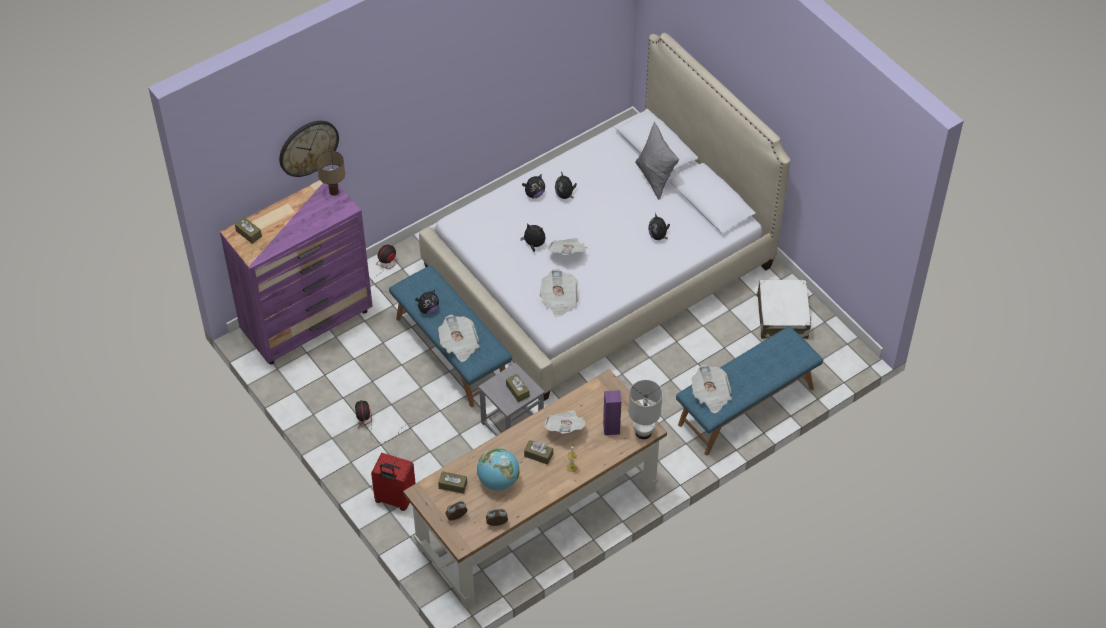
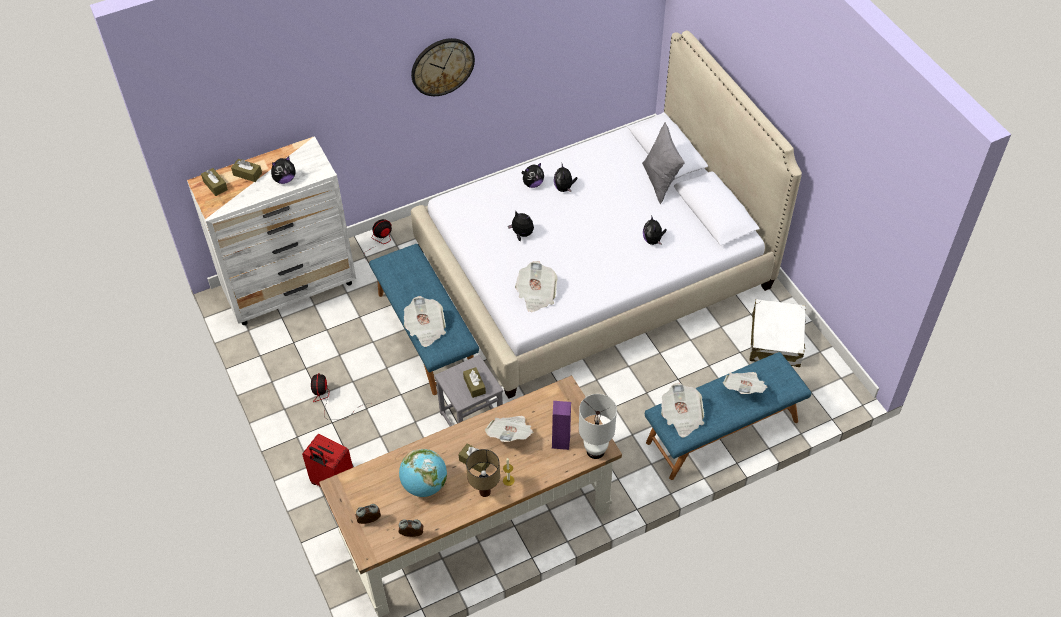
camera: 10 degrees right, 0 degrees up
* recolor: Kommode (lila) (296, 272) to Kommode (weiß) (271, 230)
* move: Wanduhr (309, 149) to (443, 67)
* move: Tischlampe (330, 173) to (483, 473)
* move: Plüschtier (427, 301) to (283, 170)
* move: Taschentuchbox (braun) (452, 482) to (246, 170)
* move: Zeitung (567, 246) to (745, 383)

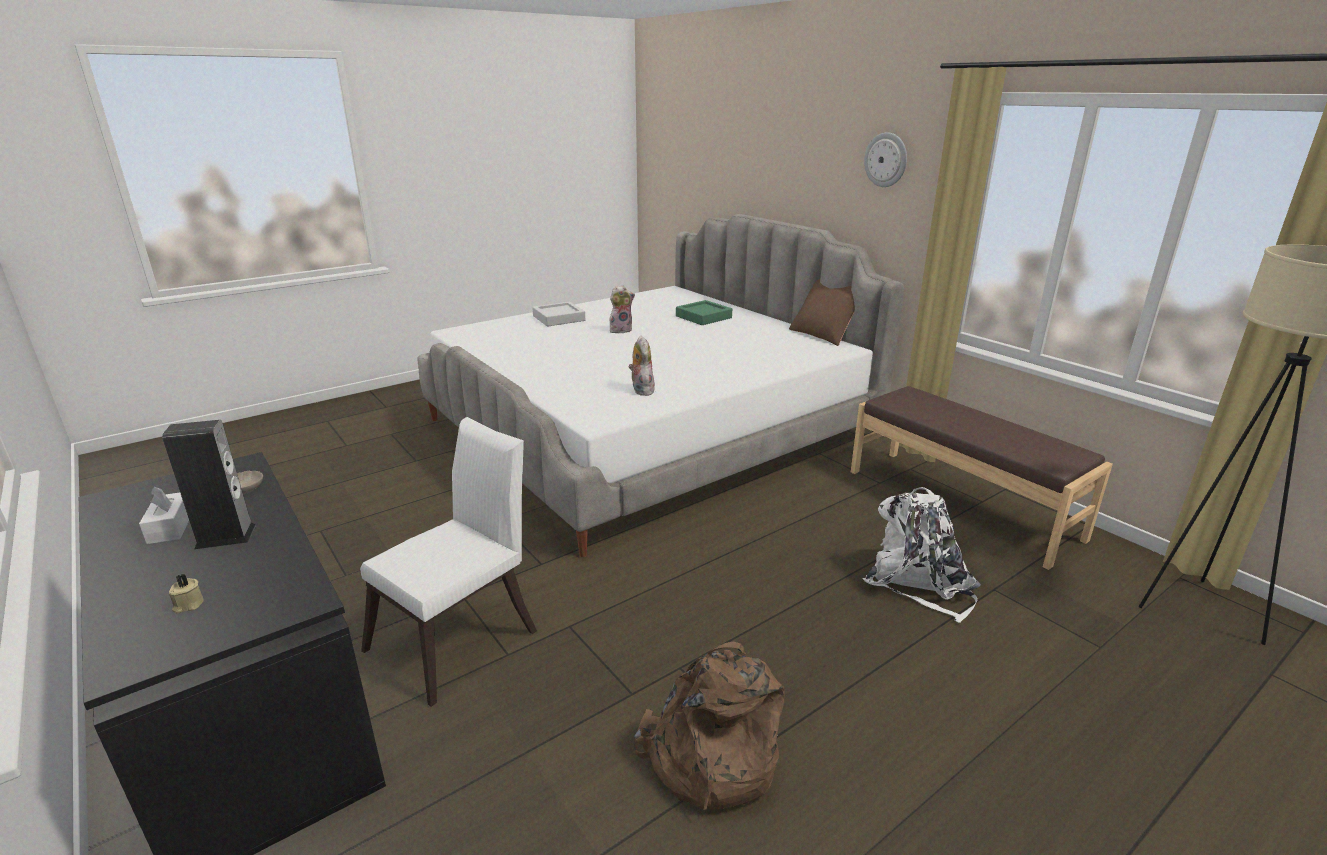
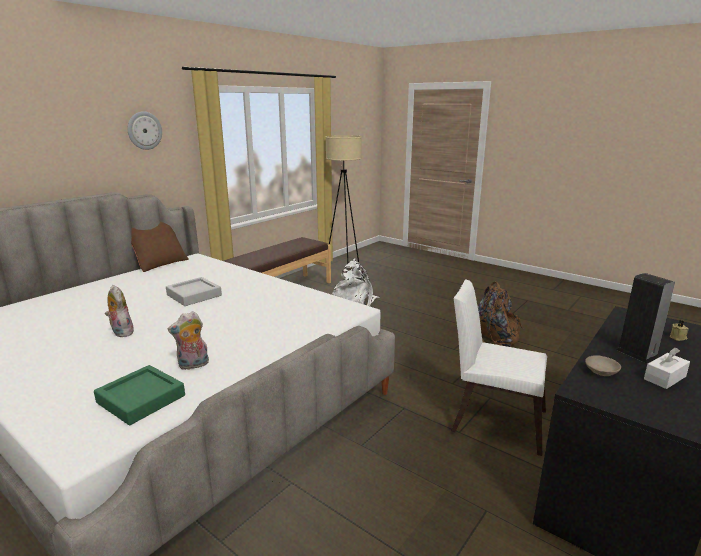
camera: 105 degrees left, 5 degrees down
* move: Tablett (grau) (558, 314) to (194, 291)
* move: Plüschtier (642, 365) to (188, 340)
* move: Tablett (grün) (704, 312) to (139, 395)

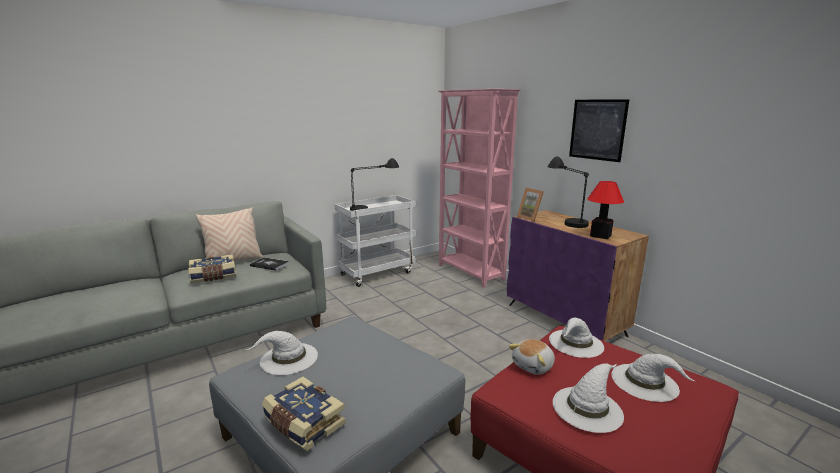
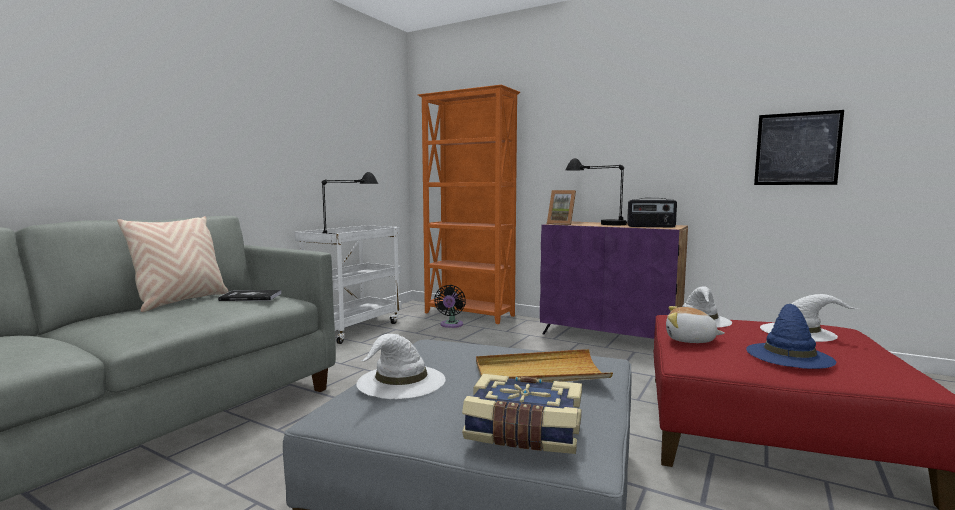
camera: 25 degrees left, 10 degrees down
* delete: Buch (212, 269)
* recolor: Bücherregal (rosa) (480, 188) to Bücherregal (orange) (469, 204)
* rotate: Plüschtier (532, 357) = (695, 324) 90 degrees clockwise
* recolor: Hut (weiß) (588, 398) to Hut (blau) (791, 336)
* move: Bild (599, 130) to (799, 147)
* replace: Tischlampe (606, 210) to Radio (652, 212)
* insert: Ventilator (schwarz) (450, 306)
* insert: Tablett (beige) (544, 366)

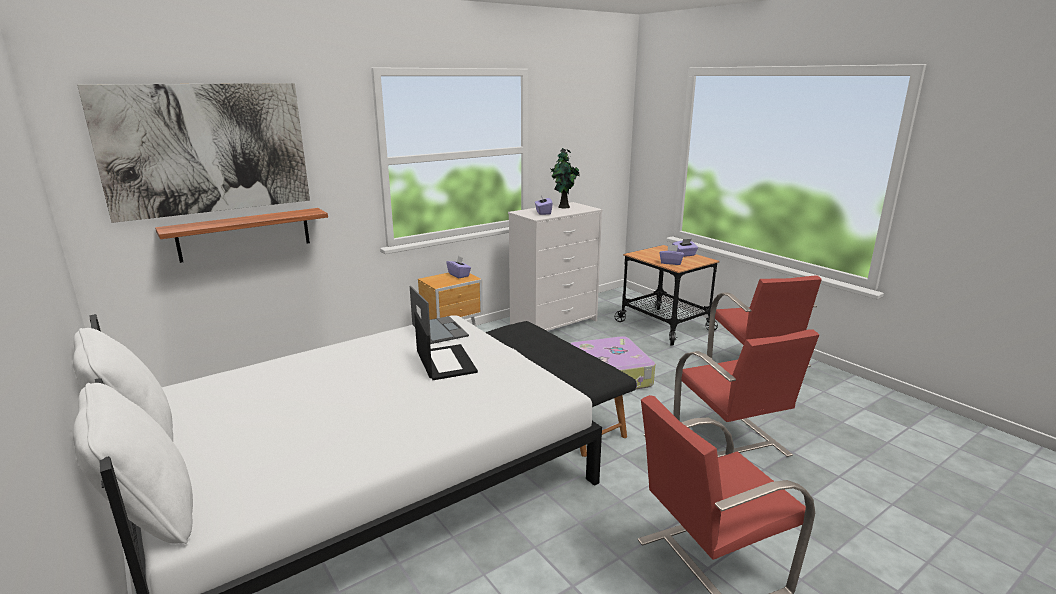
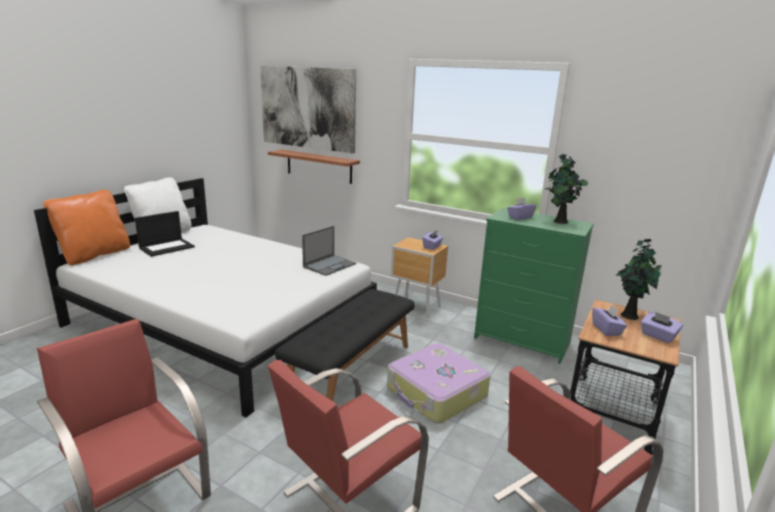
camera: 65 degrees right, 0 degrees up
* recolor: Kissen (weiß) (133, 463) to Kissen (orange) (86, 228)
* move: Laptop (446, 345) to (165, 234)
* recolor: Kommode (weiß) (555, 266) to Kommode (grün) (534, 286)
* insert: Topfpflanze (639, 279)

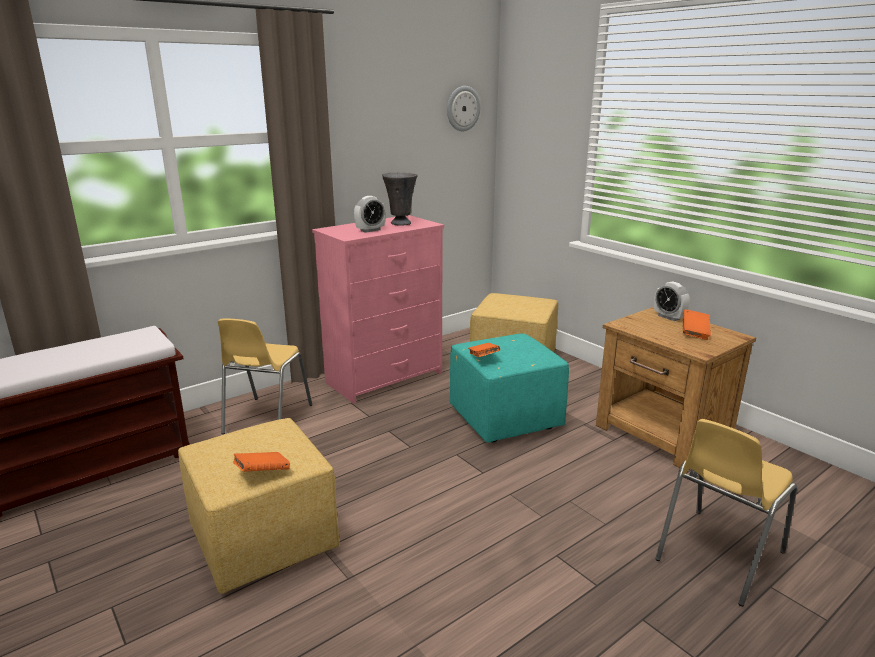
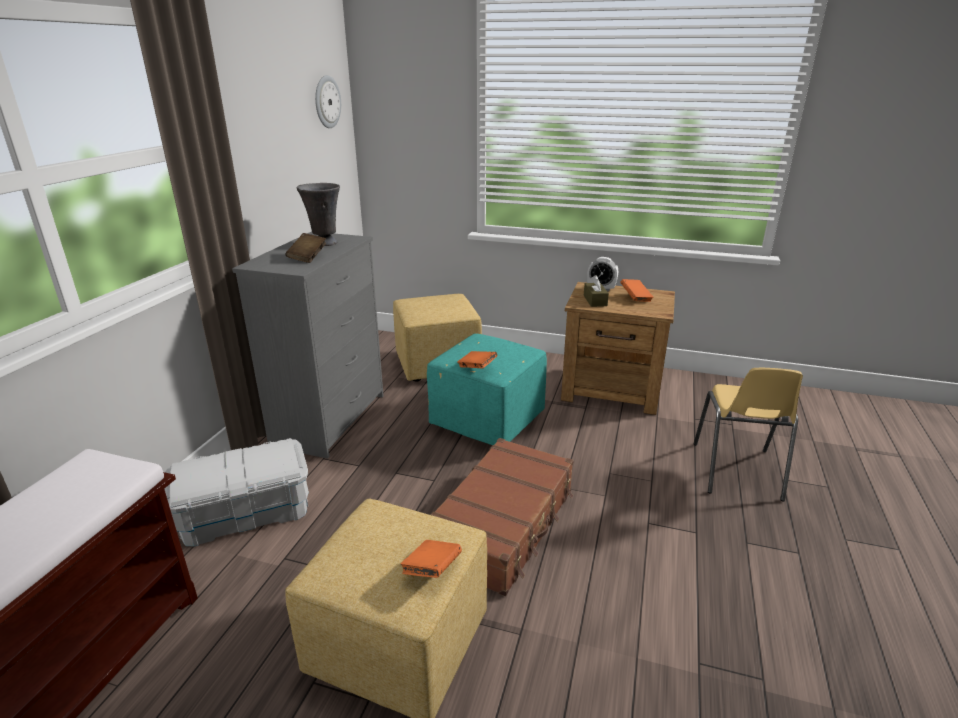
camera: 35 degrees left, 5 degrees up
* replace: Stuhl (gelb) (265, 376) to Aufbewahrungsbox (weiß) (237, 492)
* recolor: Kommode (rosa) (378, 309) to Kommode (grau) (308, 345)
* replace: Wecker (369, 214) to Buch (braun) (306, 248)
* insert: Koffer (braun) (502, 517)
* insert: Taschentuchbox (braun) (596, 291)

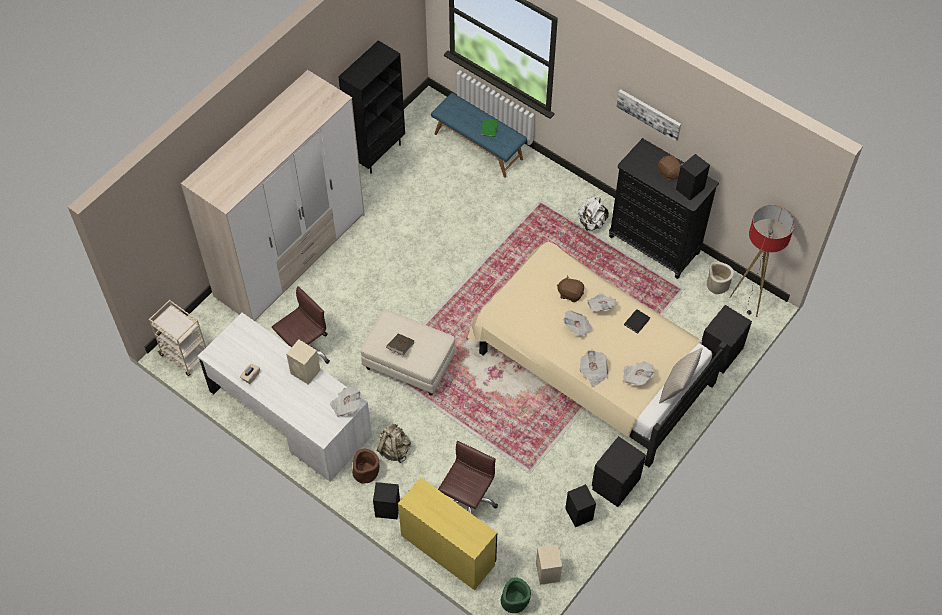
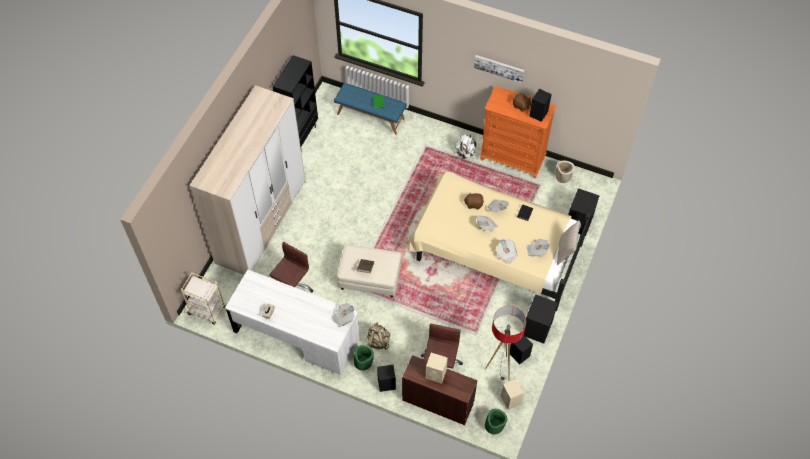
camera: 15 degrees left, 0 degrees up
* move: Lautsprecher (beige) (303, 362) to (437, 368)
* recolor: Pflanzkübel (braun) (365, 466) to Pflanzkübel (grün) (364, 358)
* recolor: Schreibtisch (gelb) (447, 533) to Schreibtisch (braun) (439, 390)
* recolor: Kommode (schwarz) (664, 208) to Kommode (orange) (518, 132)
* move: Stehlampe (762, 261) to (505, 343)

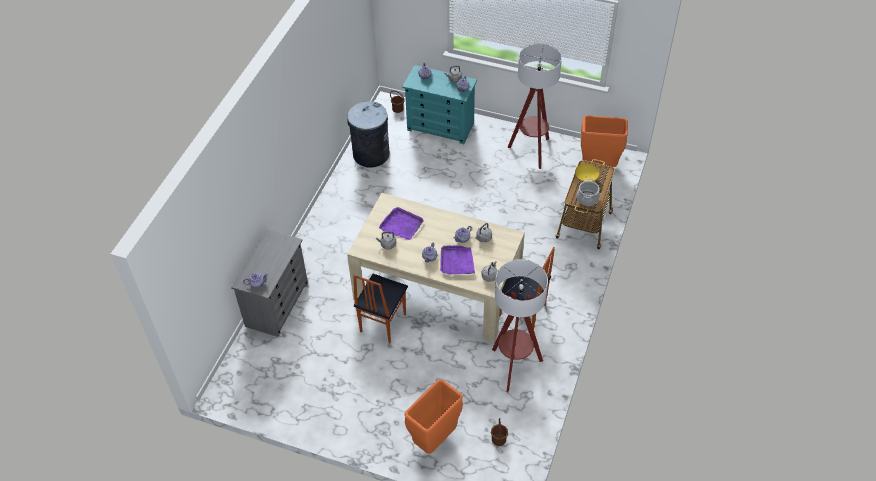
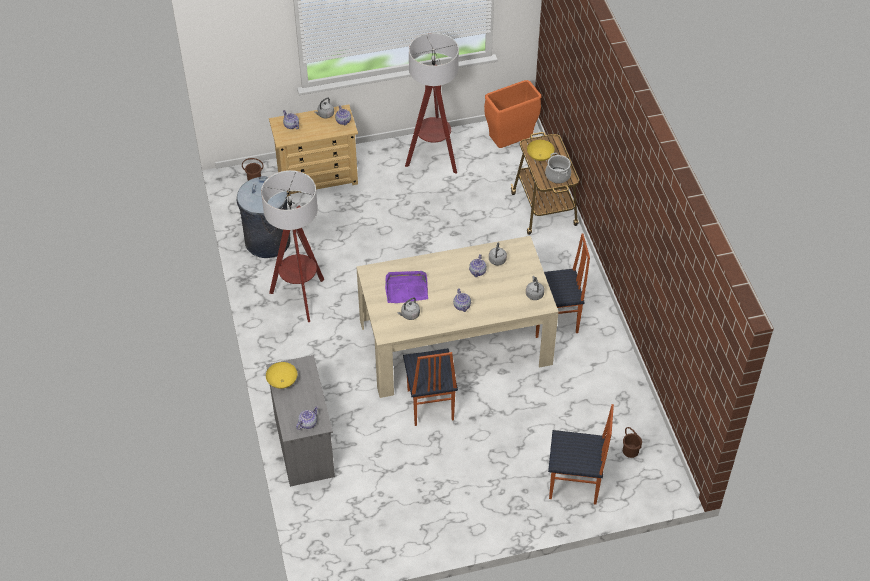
camera: 35 degrees left, 0 degrees up
* recolor: Kommode (türkis) (439, 104) to Kommode (beige) (313, 150)
* replace: Mülleimer (orange) (433, 416) to Stuhl (581, 454)
* delete: Tablett (lila) (457, 260)
* move: Stehlampe (520, 325) to (292, 246)
* insert: Schüssel (gelb) (281, 375)

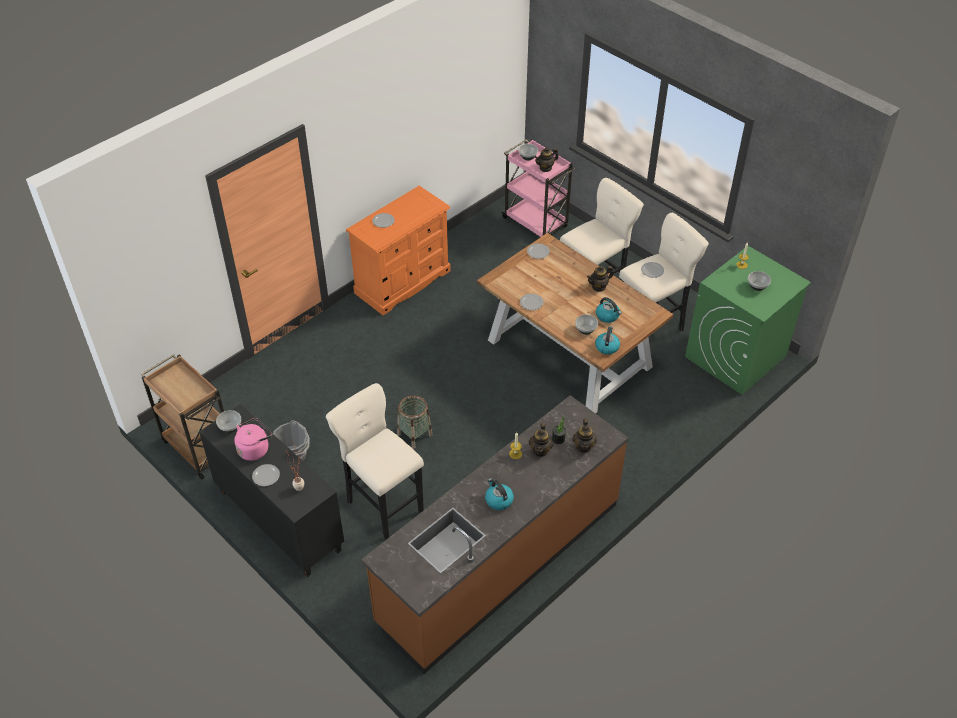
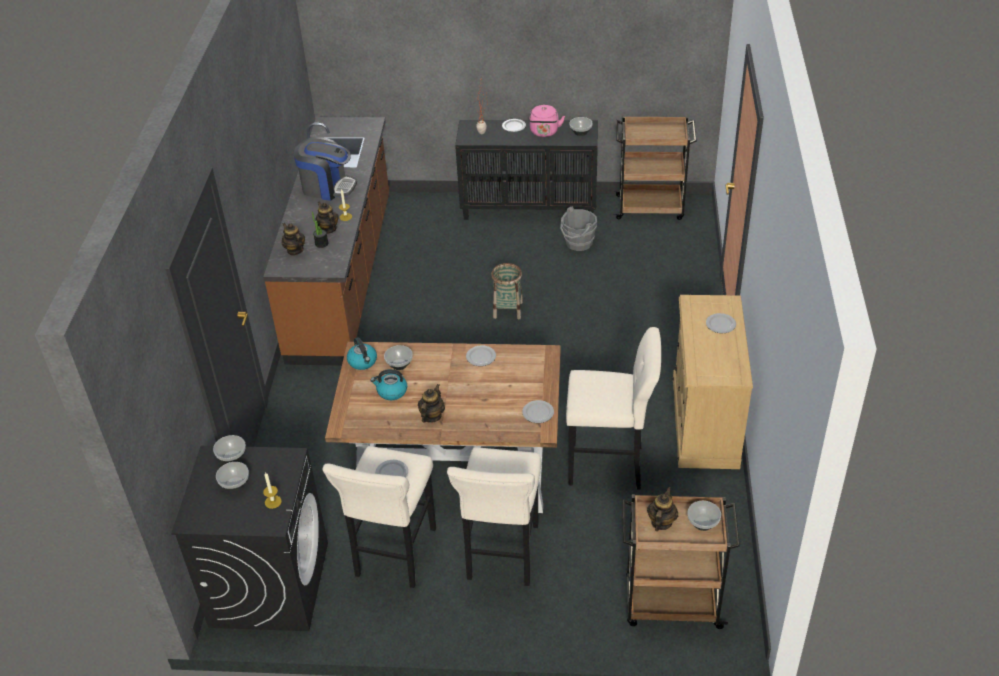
camera: 140 degrees right, 5 degrees down
* move: Hocker (beige) (375, 461) to (613, 408)
* recolor: Kommode (orange) (398, 250) to Kommode (beige) (713, 382)
* replace: Wasserkessel (499, 494) to Kaffeemaschine (325, 169)
* recolor: Rollwagen (rosa) (538, 188) to Rollwagen (braun) (681, 561)
* recolor: Waschmaschine (grün) (748, 320) to Waschmaschine (schwarz) (249, 538)
* insert: Schüssel (229, 449)

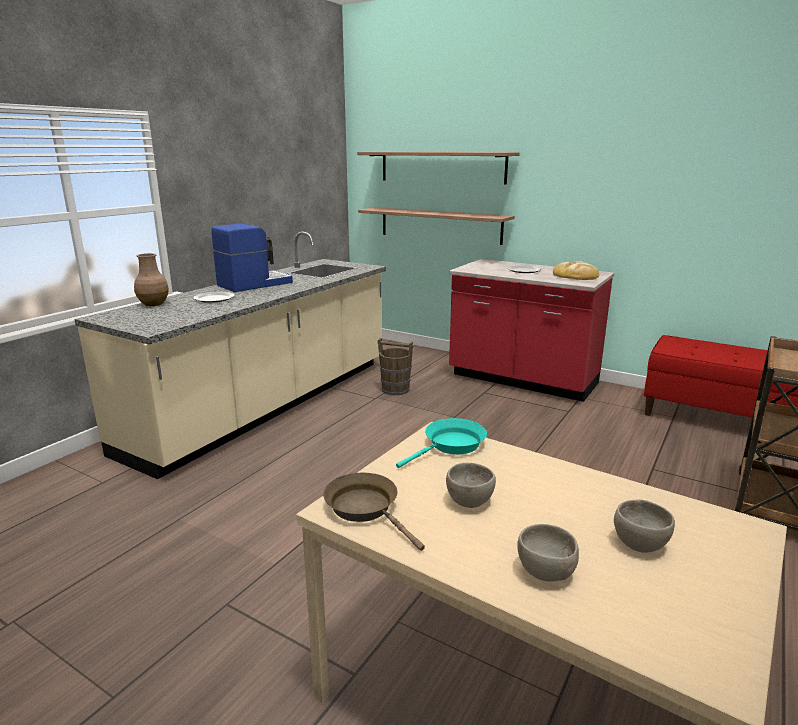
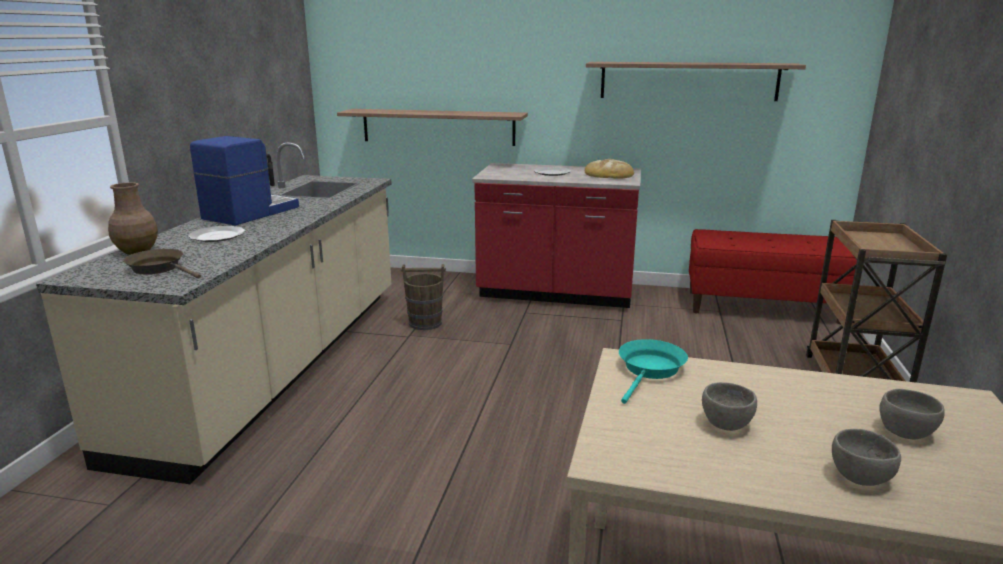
camera: 20 degrees left, 0 degrees up
* move: Pfanne (braun) (374, 512) to (162, 263)
* move: Wandregal (438, 168) to (696, 81)

